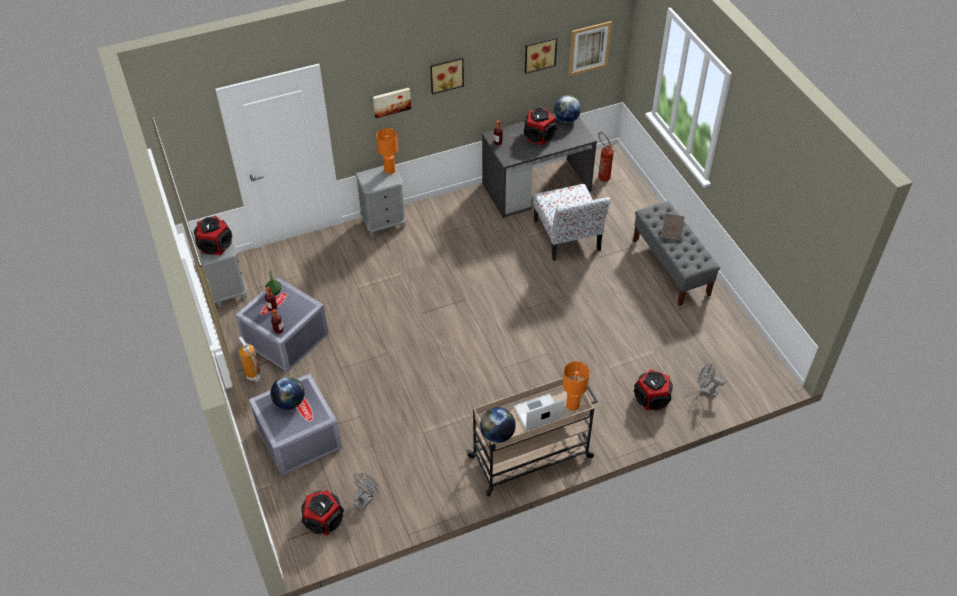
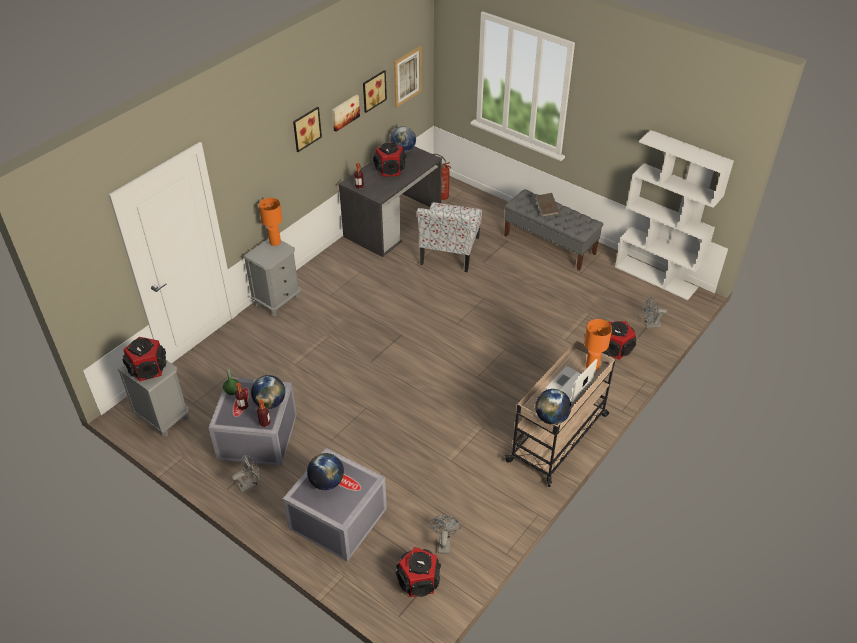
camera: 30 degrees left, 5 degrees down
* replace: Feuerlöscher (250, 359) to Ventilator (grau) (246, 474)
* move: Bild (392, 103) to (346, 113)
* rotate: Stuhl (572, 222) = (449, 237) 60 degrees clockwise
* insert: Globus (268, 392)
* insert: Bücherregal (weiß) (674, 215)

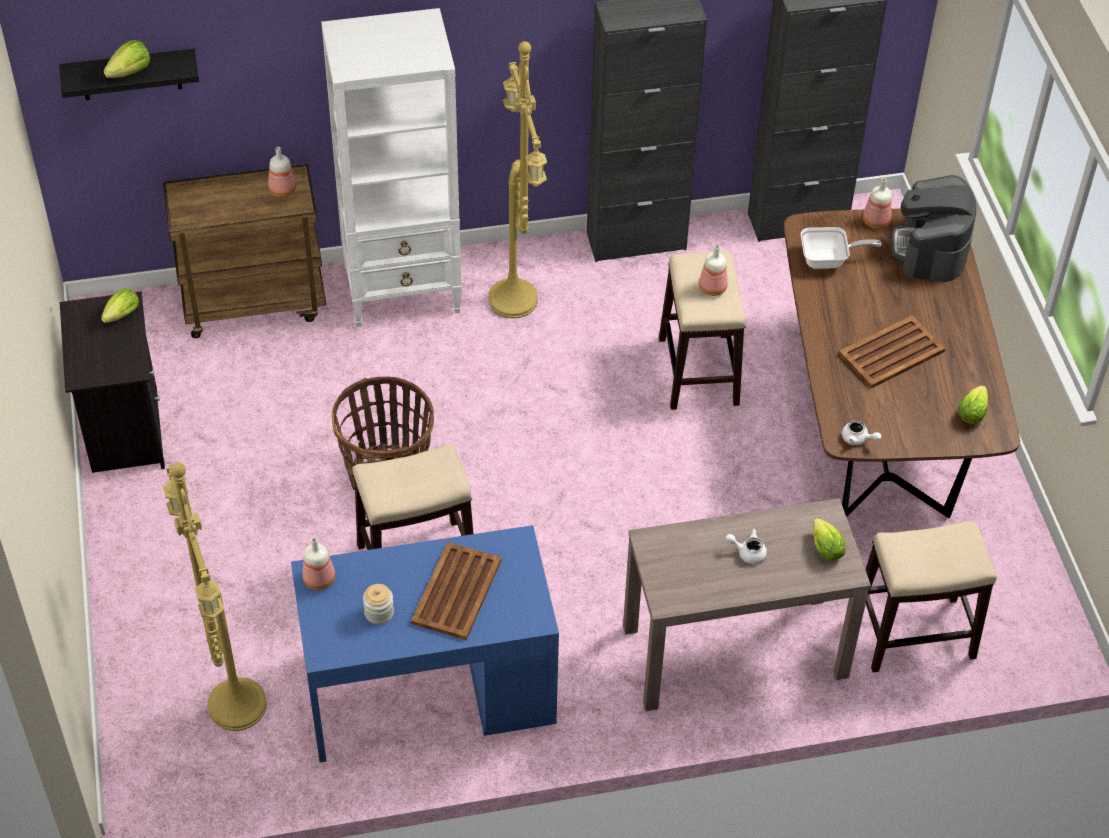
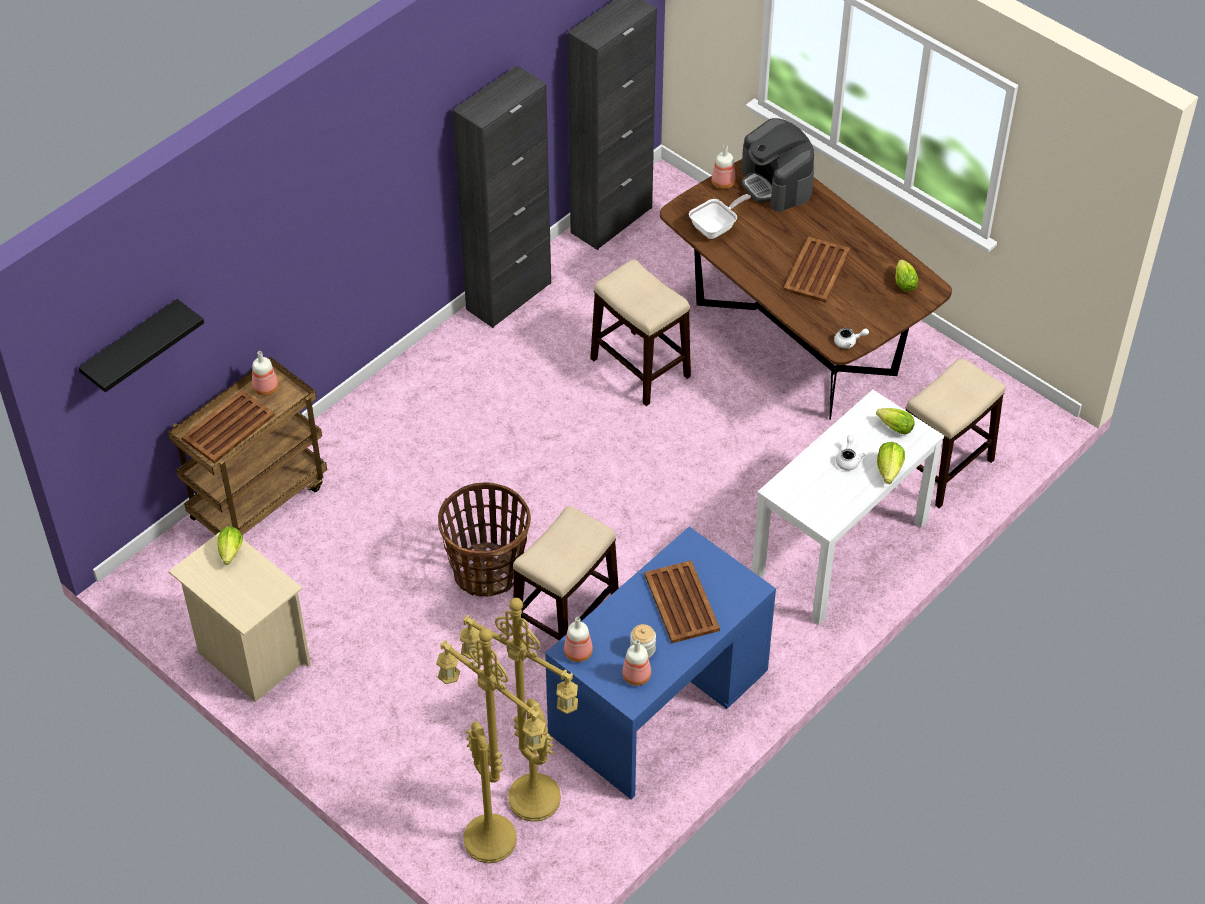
camera: 35 degrees left, 0 degrees up
* recolor: Nachttisch (schwarz) (112, 382) to Nachttisch (beige) (240, 614)
* move: Salatkopf (127, 59) to (891, 463)
* delete: Bücherregal (weiß) (391, 167)
* move: Stehlampe (gelb) (517, 179) to (491, 745)
* recolor: Konsolentisch (braun) (747, 604) to Konsolentisch (weiß) (848, 507)
* move: Flasche (713, 270) to (636, 663)
* rotate: Teekanne (weiß) (746, 546) = (850, 453) 120 degrees clockwise
* insert: Tablett (braun) (228, 427)

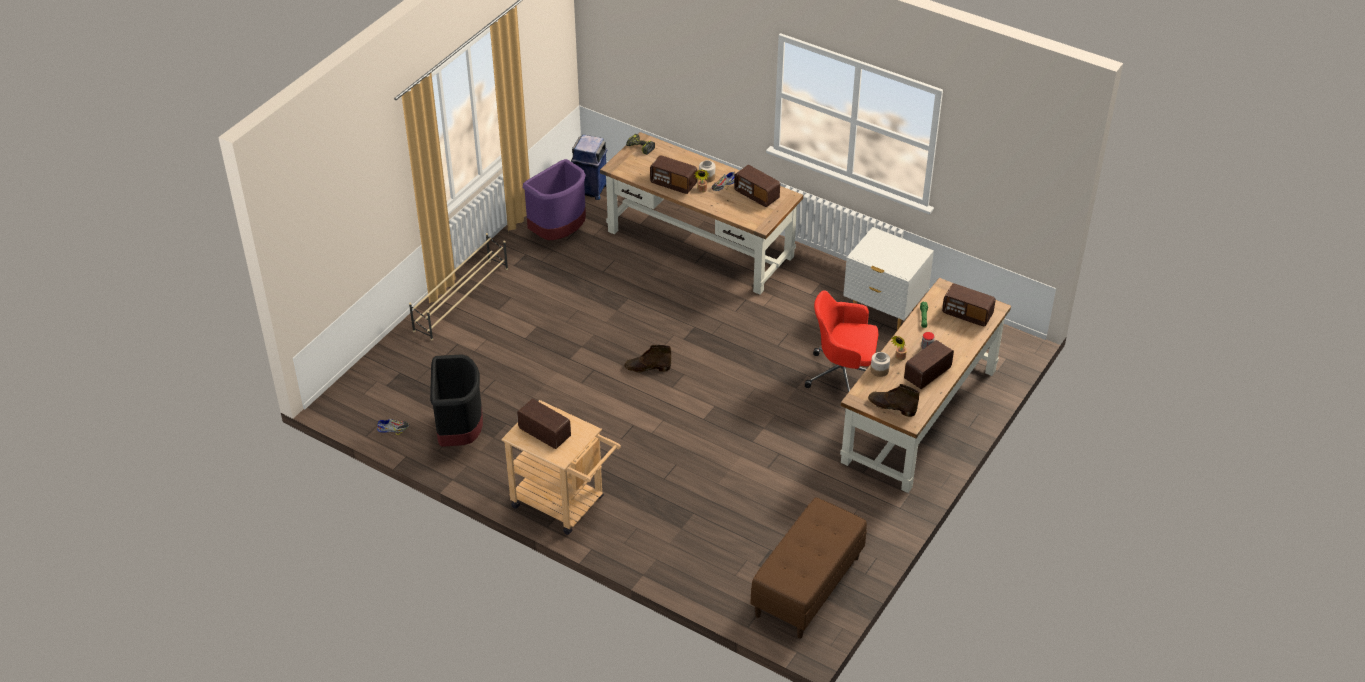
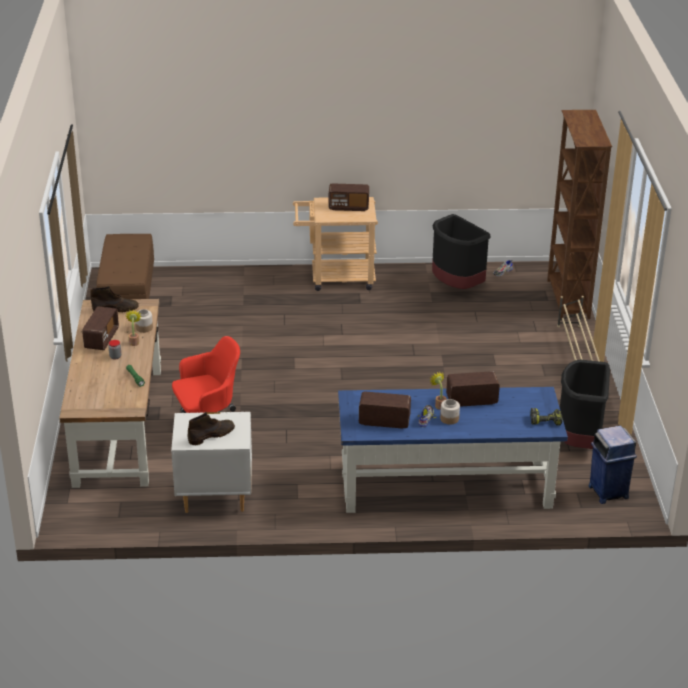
camera: 145 degrees right, 10 degrees down
* recolor: Mülleimer (lila) (554, 199) to Mülleimer (schwarz) (585, 404)
* recolor: Schreibtisch (braun) (701, 213) to Schreibtisch (blau) (453, 450)
* move: Stiefel (braun) (648, 358) to (211, 428)
* delete: Radio (969, 304)
* insert: Bücherregal (braun) (579, 214)

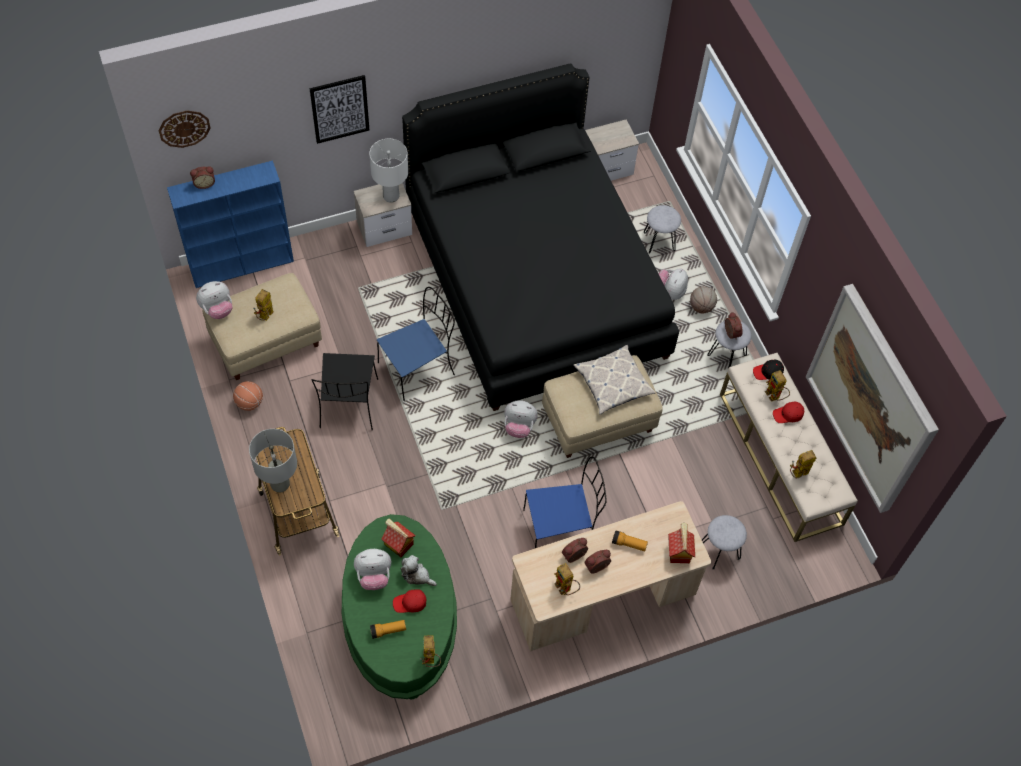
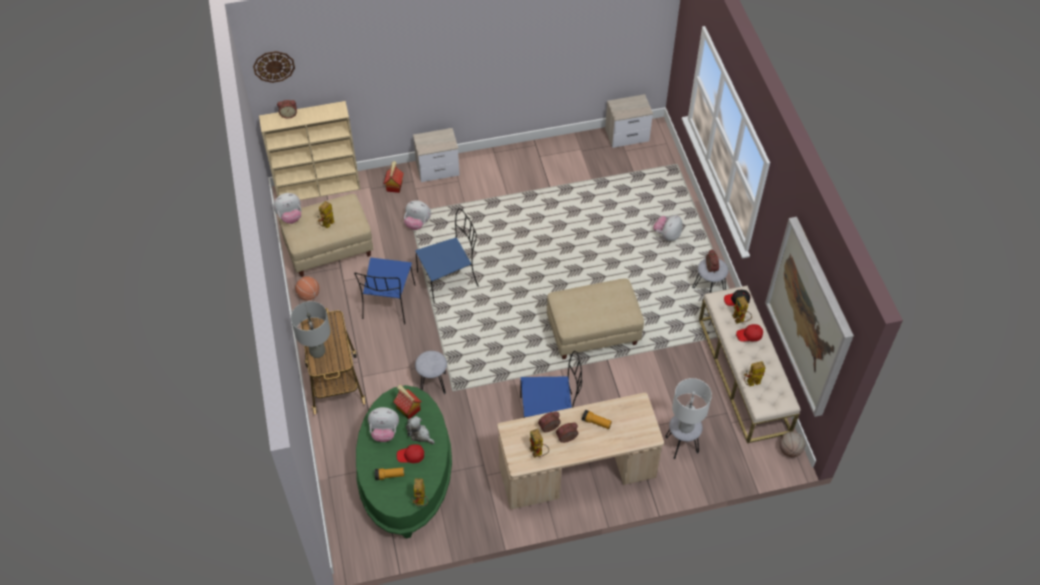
camera: 10 degrees right, 5 degrees down
* recolor: Bücherregal (blau) (230, 224) to Bücherregal (beige) (309, 150)
* delete: Bild (339, 109)
* recolor: Stuhl (schwarz) (345, 391) to Stuhl (blau) (385, 291)
* move: Tischlampe (weiß) (388, 171) to (692, 405)
* delete: Bett (schwarz) (540, 237)
* move: Plüschtier (521, 419) to (417, 215)
* delete: Kissen (614, 379)
* move: Hocker (grau) (662, 229) to (431, 372)
* move: Spielzeughaus (681, 543) to (394, 177)
* move: Basketball (703, 299) to (792, 444)

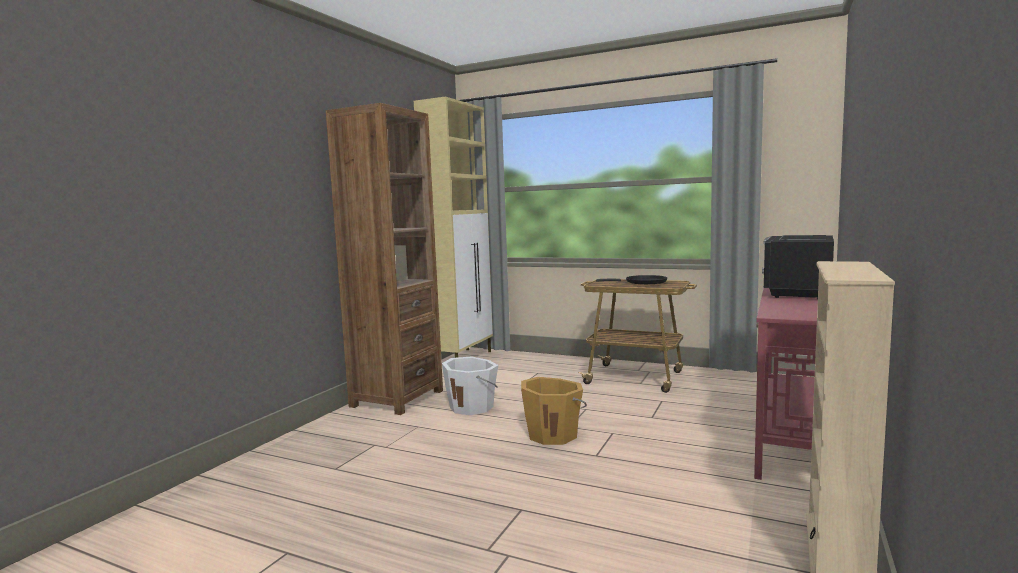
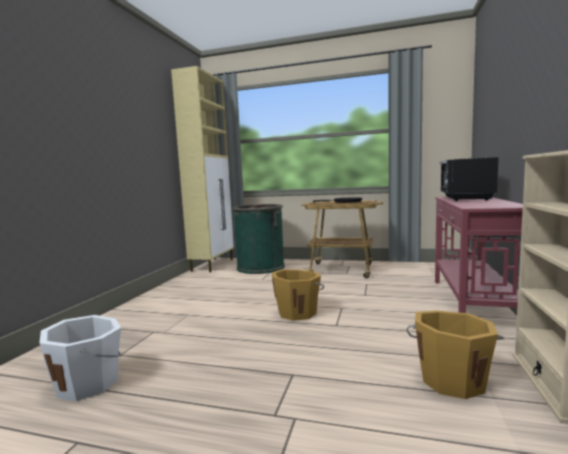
camera: 10 degrees left, 0 degrees up
* delete: Bücherregal (braun) (384, 259)
* move: Eimer (weiß) (470, 385) to (80, 358)
* insert: Mülleimer (grün) (258, 239)
* insert: Eimer (orange) (455, 355)

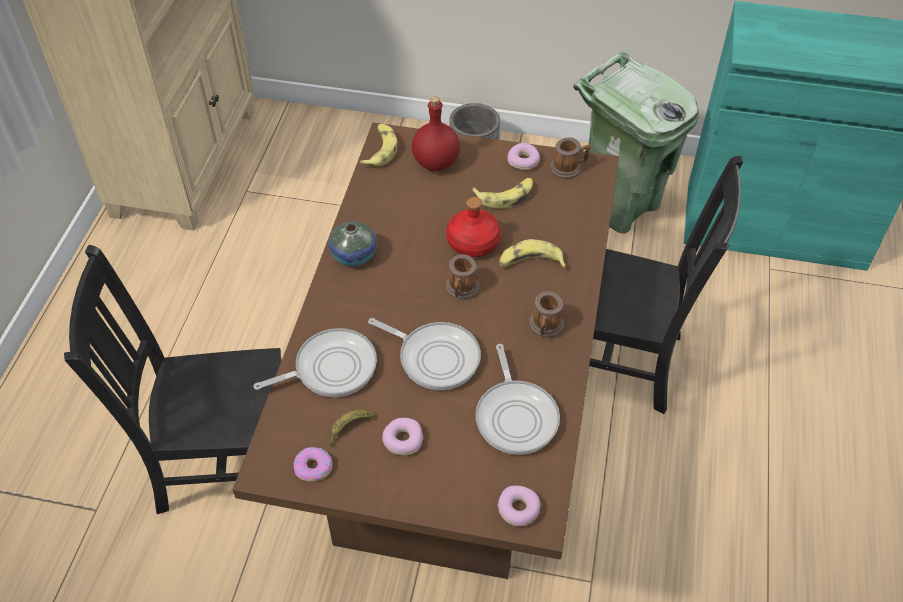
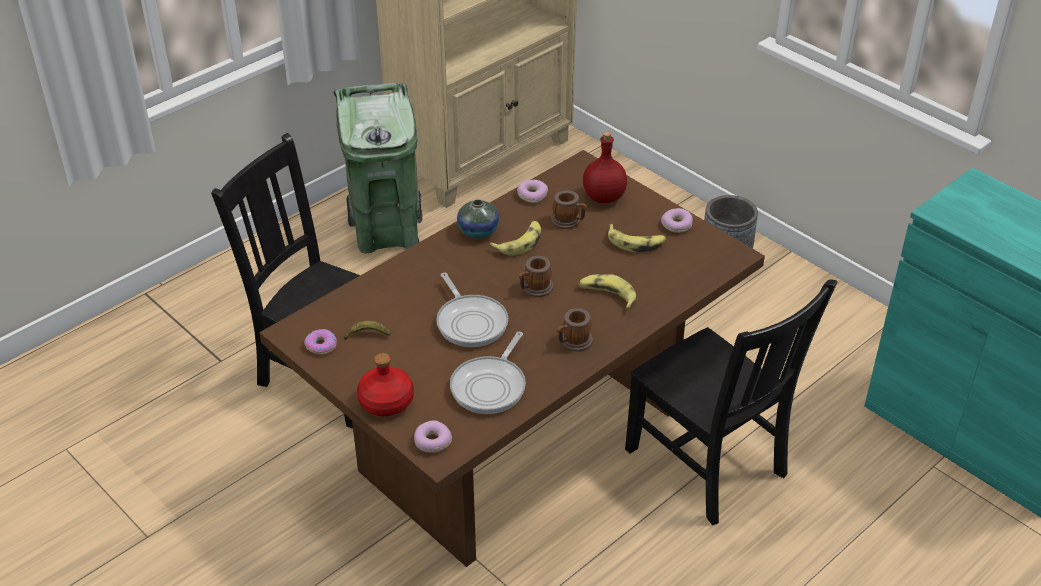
camera: 35 degrees right, 10 degrees down
* delete: Pfanne (315, 362)
* move: Banane (378, 145) to (515, 238)
* move: Donut (402, 436) to (532, 191)
* move: Flasche (rot) (473, 227) to (385, 384)
* move: Henkelbecher (570, 158) to (569, 210)
* move: Mülleimer (grün) (636, 142) to (378, 168)

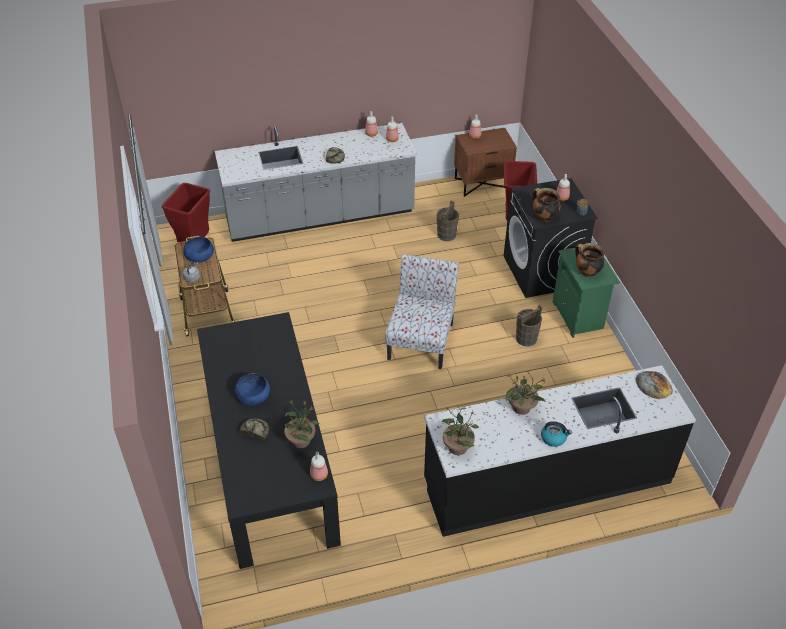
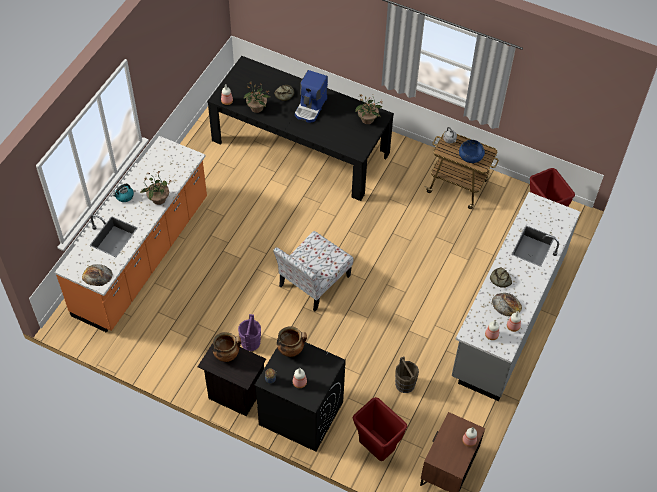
camera: 130 degrees right, 10 degrees up
* replace: Schüssel (blau) (252, 389) to Kaffeemaschine (311, 96)
* rotate: Stuhl (422, 311) = (313, 271) 75 degrees clockwise
* recolor: Küchenzeile (schwarz) (560, 451) to Küchenzeile (orange) (131, 234)
* move: Topfpflanze (460, 430) to (369, 109)
* recolor: Eimer (braun) (529, 325) to Eimer (lila) (249, 332)
* recolor: Nachttisch (grün) (586, 293) to Nachttisch (schwarz) (232, 379)
* insert: Brot (507, 305)

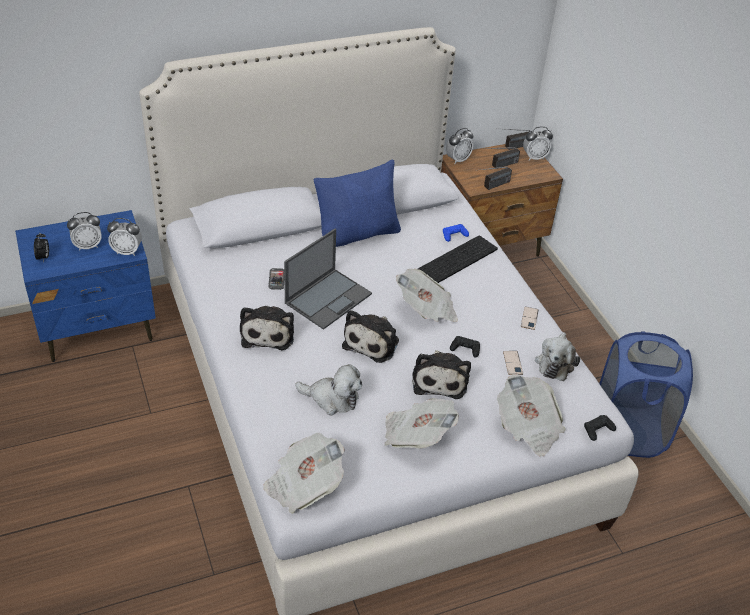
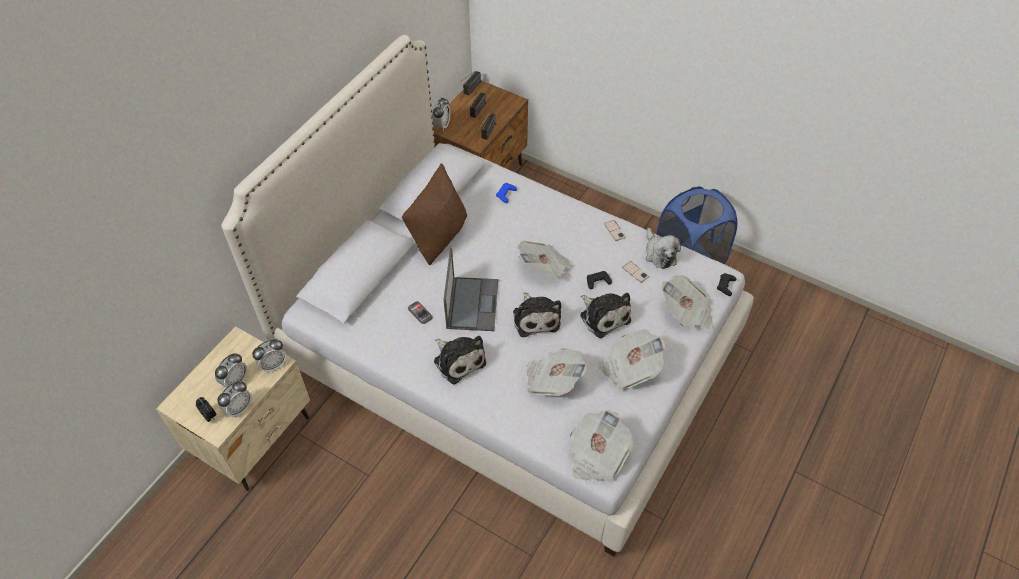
camera: 35 degrees left, 10 degrees up
* recolor: Nachttisch (blau) (85, 286) to Nachttisch (beige) (233, 408)
* replace: Plüschtier (328, 389) to Zeitung (556, 372)
* recolor: Kissen (blau) (357, 203) to Kissen (braun) (434, 214)
* delete: Tastatur (458, 259)
* move: Wecker (538, 143) to (234, 399)

